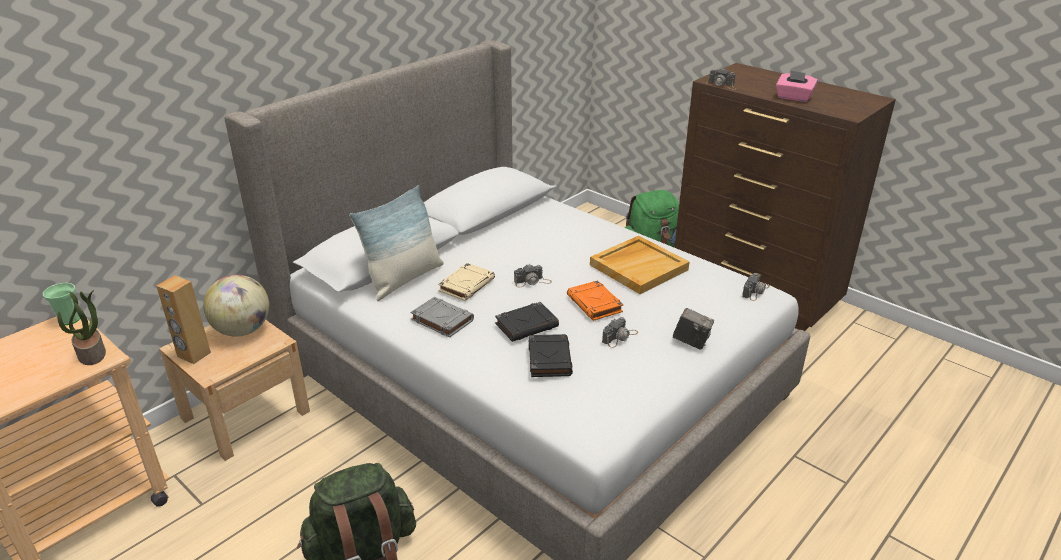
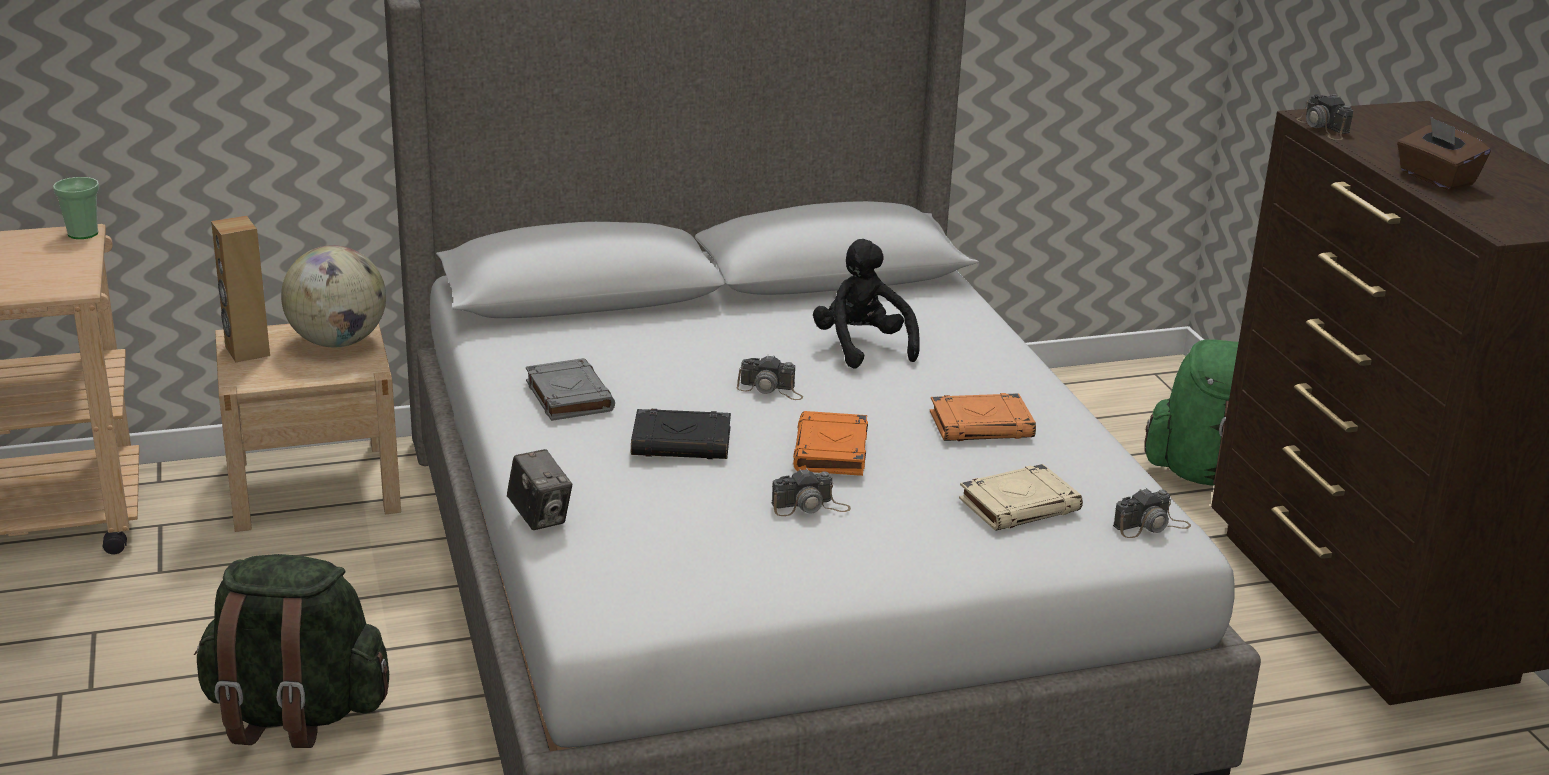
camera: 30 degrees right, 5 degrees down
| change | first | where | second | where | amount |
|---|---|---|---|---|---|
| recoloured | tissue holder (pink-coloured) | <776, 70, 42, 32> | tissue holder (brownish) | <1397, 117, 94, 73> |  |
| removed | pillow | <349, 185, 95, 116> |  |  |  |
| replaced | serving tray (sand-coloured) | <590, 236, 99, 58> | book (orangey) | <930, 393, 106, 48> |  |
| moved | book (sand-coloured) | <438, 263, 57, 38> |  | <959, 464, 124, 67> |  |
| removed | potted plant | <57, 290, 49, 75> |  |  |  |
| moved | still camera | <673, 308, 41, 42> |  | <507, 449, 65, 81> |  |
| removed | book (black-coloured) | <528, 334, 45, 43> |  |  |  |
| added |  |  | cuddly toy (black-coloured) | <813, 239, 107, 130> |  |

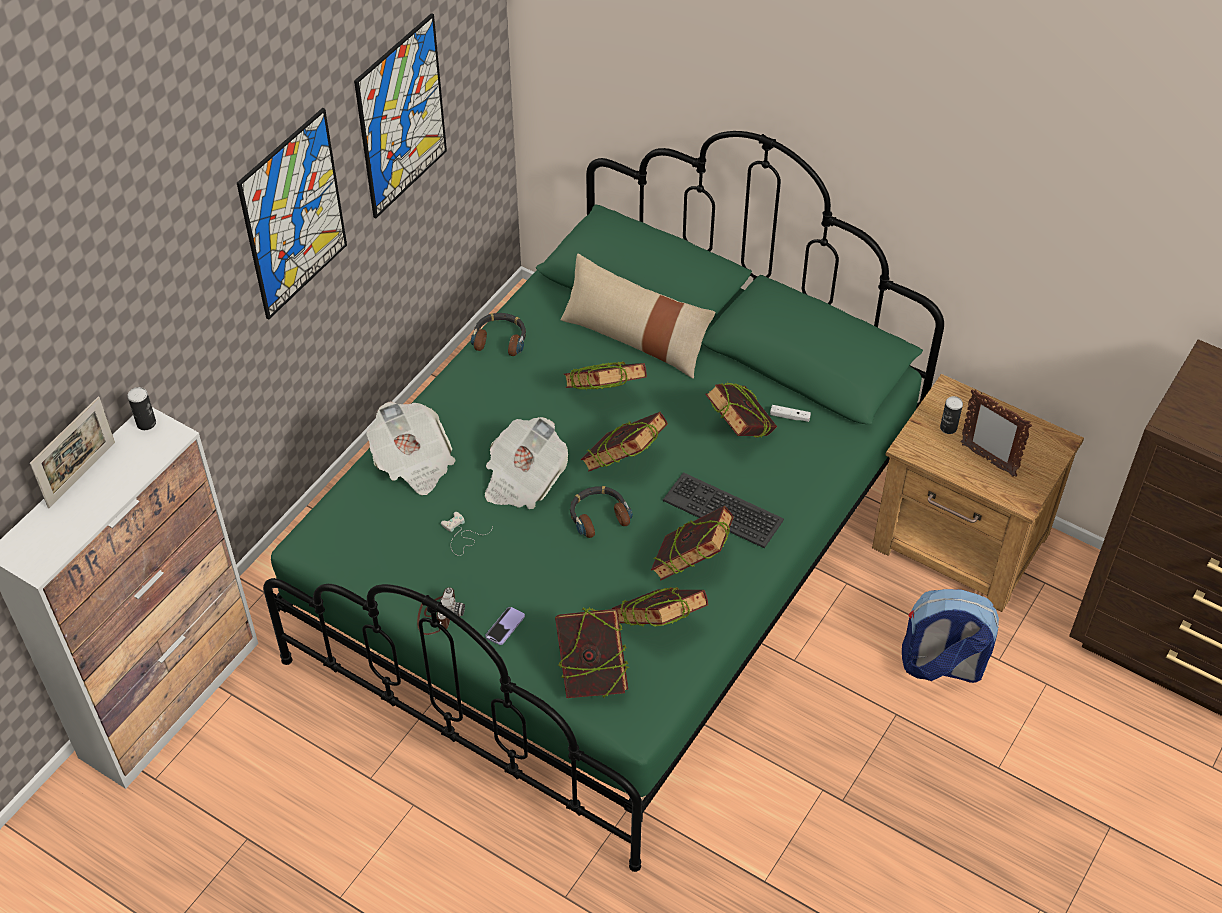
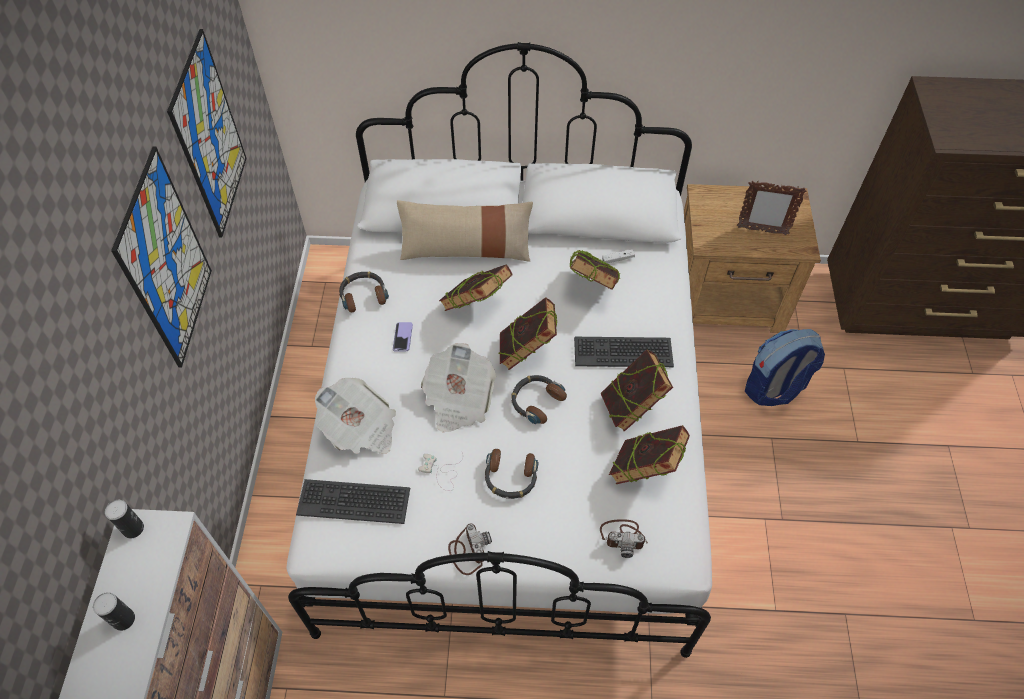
camera: 30 degrees left, 5 degrees up
| change | first | where | second | where | amount |
|---|---|---|---|---|---|
| recoloured | sleeping bed (green) | <263, 131, 681, 741> | sleeping bed (whitish) | <287, 42, 425, 616> |  |
| removed | standing frame | <30, 396, 85, 112> |  |  |  |
| moved | can | <940, 396, 23, 38> |  | <93, 592, 42, 39> |  |
| moved | telephone | <485, 607, 40, 38> |  | <393, 322, 20, 30> |  |
| replaced | book | <555, 607, 74, 92> | still camera | <600, 519, 48, 39> |  |
| added |  |  | headset | <485, 449, 54, 50> |  |
| added |  |  | keyboard | <296, 479, 114, 45> |  |

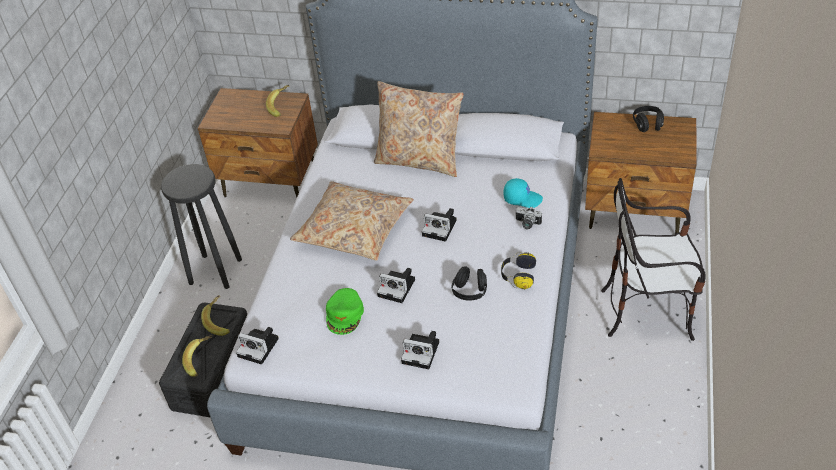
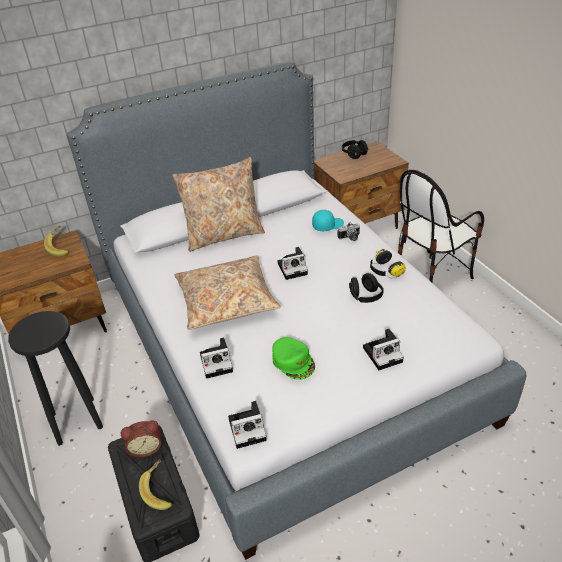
camera: 40 degrees left, 5 degrees down
| change | first | where | second | where | amount |
|---|---|---|---|---|---|
| moved | still camera | <377, 268, 38, 35> |  | <200, 337, 33, 42> |  |
| replaced | whole banana | <201, 295, 29, 41> | table clock | <120, 420, 42, 37> |  |

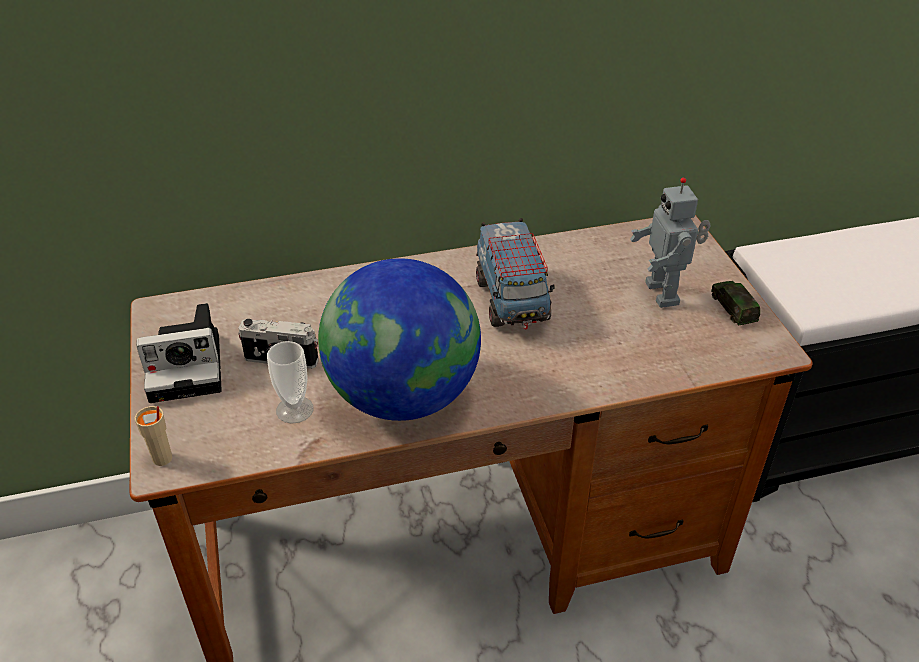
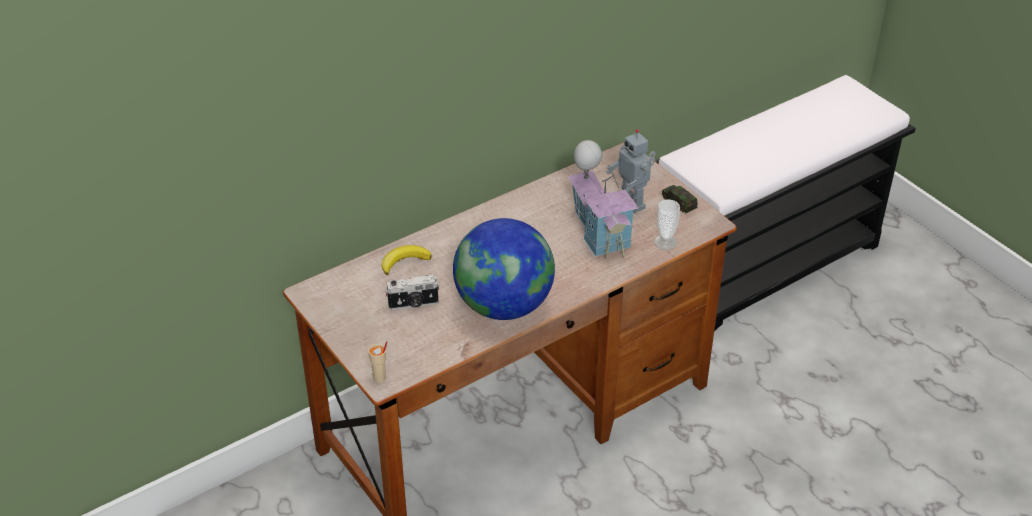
camera: 20 degrees left, 0 degrees up
| change | first | where | second | where | amount |
|---|---|---|---|---|---|
| removed | model truck | <476, 218, 79, 111> |  |  |  |
| removed | still camera | <136, 303, 86, 100> |  |  |  |
| moved | drinking cup | <267, 341, 46, 83> |  | <654, 199, 26, 51> |  |
| added |  |  | model house | <568, 140, 70, 119> |  |
| added |  |  | whole banana | <382, 245, 50, 30> |  |

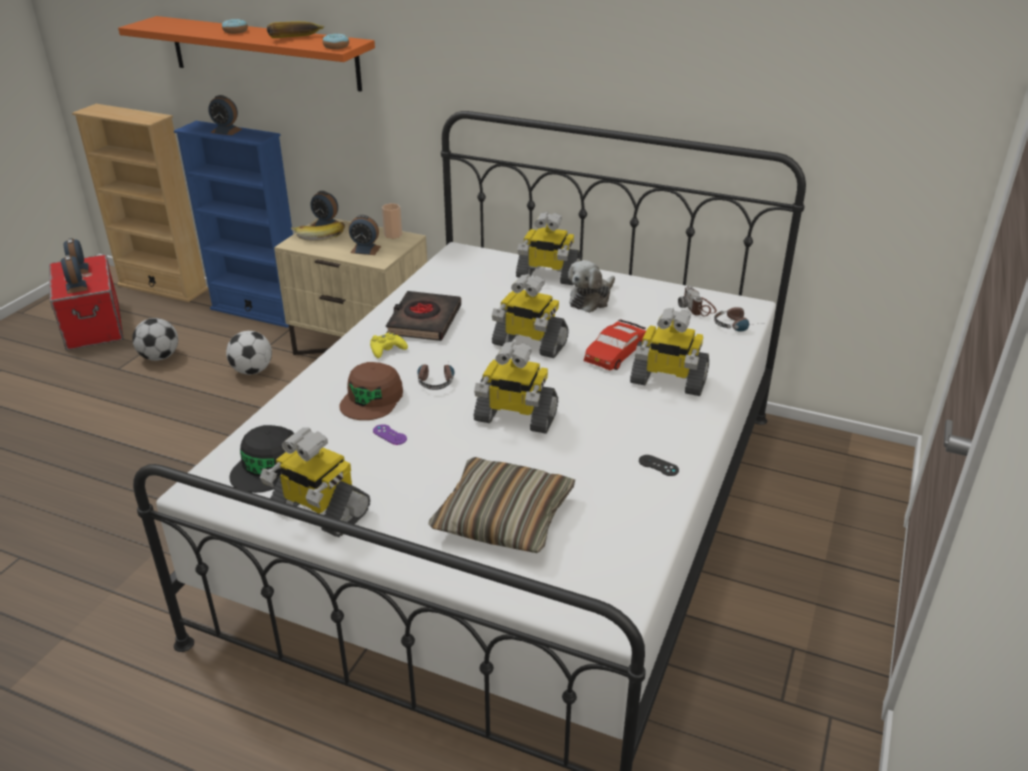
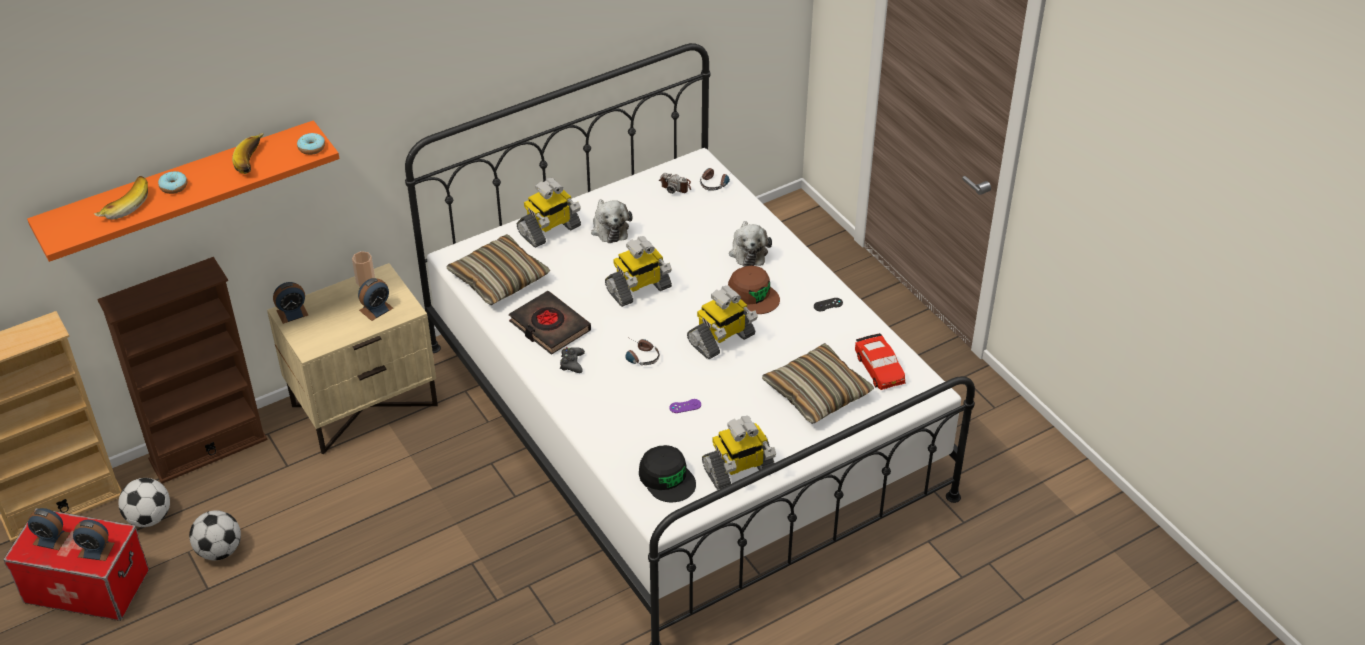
camera: 55 degrees left, 10 degrees up
| change | first | where | second | where | amount |
|---|---|---|---|---|---|
| removed | table clock | <208, 95, 34, 40> |  |  |  |
| recoloured | bookcase (blue-coloured) | <174, 121, 119, 207> | bookcase (brownish) | <97, 257, 170, 227> |  |
| moved | whole banana | <291, 222, 54, 19> |  | <93, 176, 55, 44> |  |
| replaced | toy robot | <630, 308, 79, 88> | cuddly toy | <729, 221, 43, 46> |  |
| moved | model car (red-coloured) | <584, 319, 62, 51> |  | <855, 333, 50, 57> |  |
| moved | ball for football | <226, 331, 46, 44> |  | <118, 478, 52, 49> |  |
| recoloured | game controller (yellow) | <370, 332, 38, 26> | game controller (black-coloured) | <560, 347, 25, 26> |  |
| moved | cap (brownish) | <339, 362, 64, 58> |  | <728, 266, 52, 48> |  |
| added |  |  | pillow | <447, 234, 103, 71> |  |

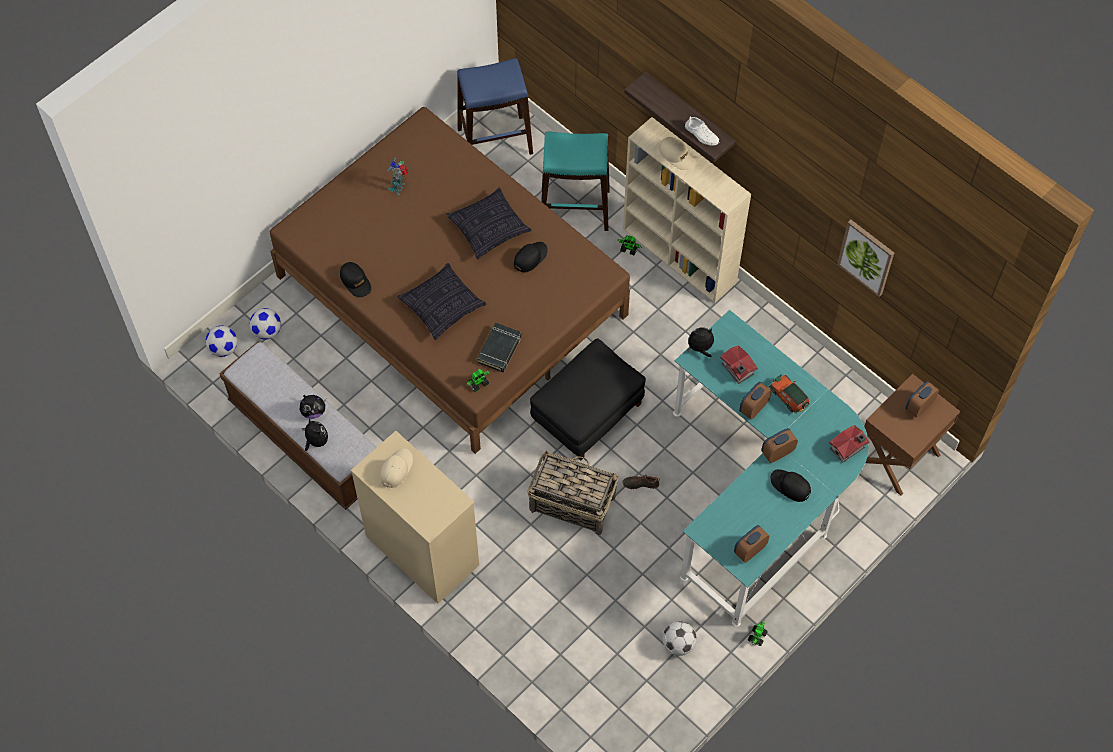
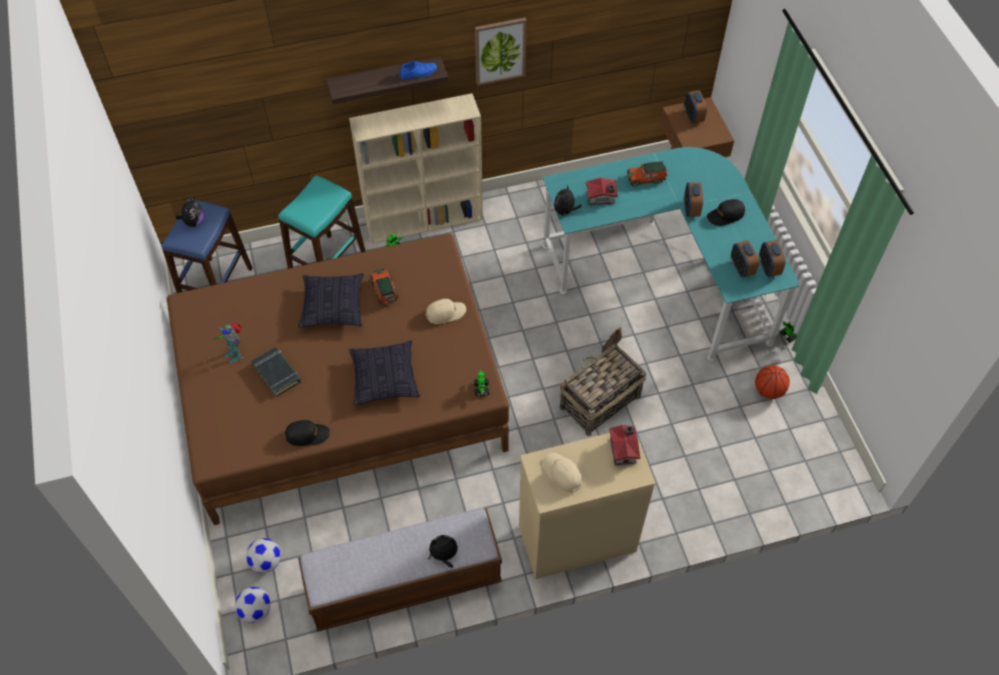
camera: 60 degrees left, 5 degrees down
| change | first | where | second | where | amount |
|---|---|---|---|---|---|
| recoloured | item of footwear (whitish) | <685, 117, 35, 29> | item of footwear (blue-coloured) | <399, 61, 38, 19> |  |
| moved | cap (sand-coloured) | <659, 137, 37, 33> |  | <425, 299, 41, 25> |  |
| moved | wall art | <837, 220, 57, 77> |  | <475, 18, 52, 68> |  |
| replaced | cap (black-coloured) | <514, 242, 34, 31> | model car | <370, 268, 28, 37> |  |
| moved | book (black-coloured) | <477, 322, 45, 50> |  | <251, 347, 50, 50> |  |
| removed | ottoman (black-coloured) | <530, 339, 116, 121> |  |  |  |
| moved | table clock | <739, 382, 33, 38> |  | <731, 240, 28, 37> |  |
| moved | cuddly toy | <300, 395, 26, 24> |  | <176, 196, 28, 31> |  |
| moved | model house | <829, 425, 40, 38> |  | <609, 425, 31, 40> |  |
| replaced | ball for football | <662, 621, 35, 35> | ball for basketball | <755, 365, 35, 34> |  |

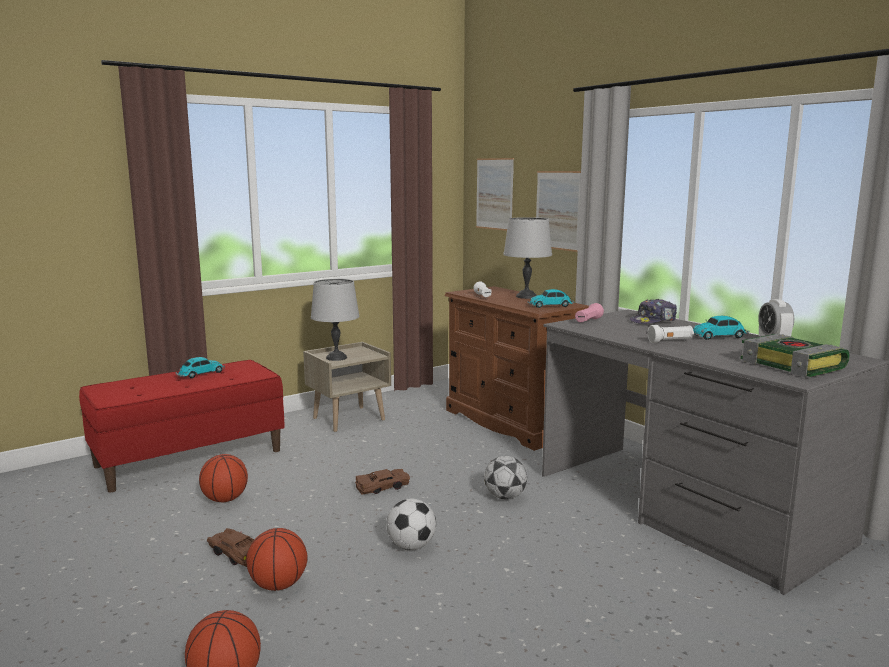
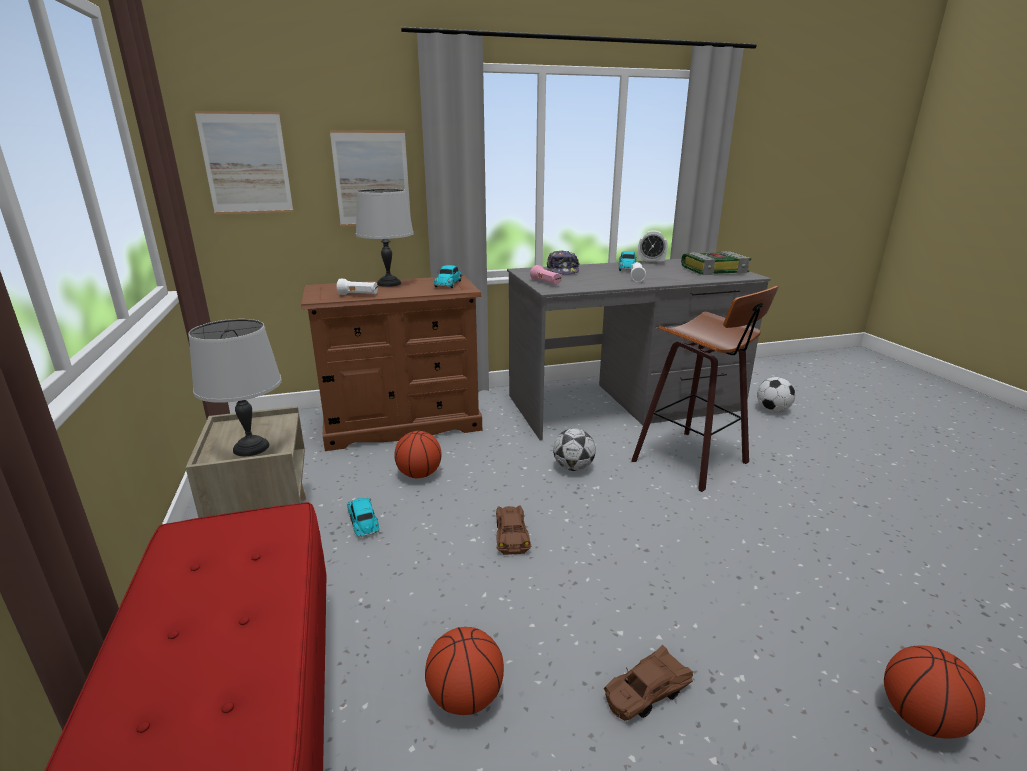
camera: 70 degrees left, 10 degrees up
| change | first | where | second | where | amount |
|---|---|---|---|---|---|
| moved | model car | <176, 357, 49, 21> |  | <347, 497, 33, 40> |  |
| moved | ball for football | <386, 499, 50, 51> |  | <757, 377, 38, 35> |  |
| moved | ball for basketball | <246, 528, 62, 63> |  | <394, 431, 48, 47> |  |
| added |  |  | sitting stool | <631, 286, 148, 206> |  |

